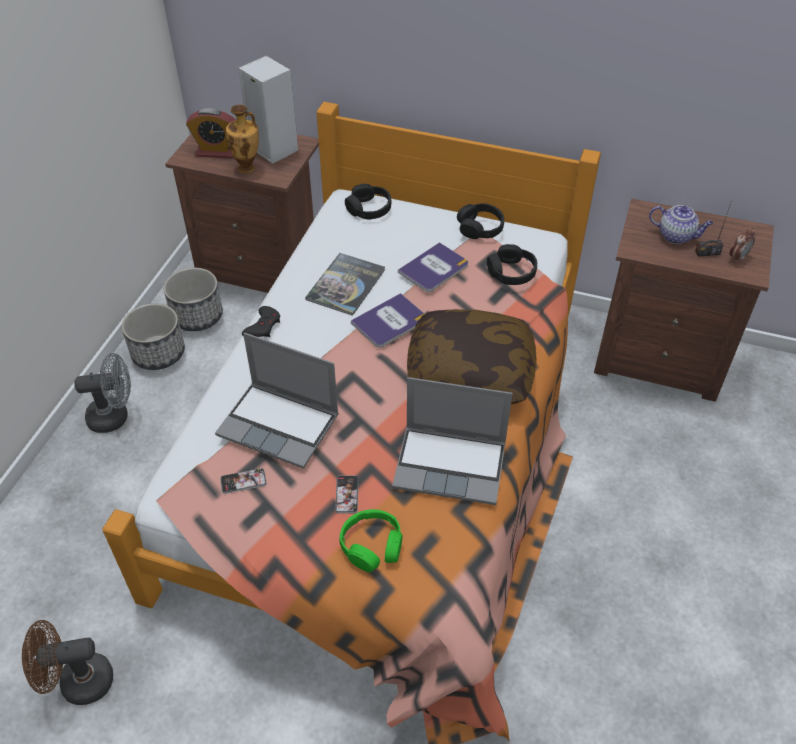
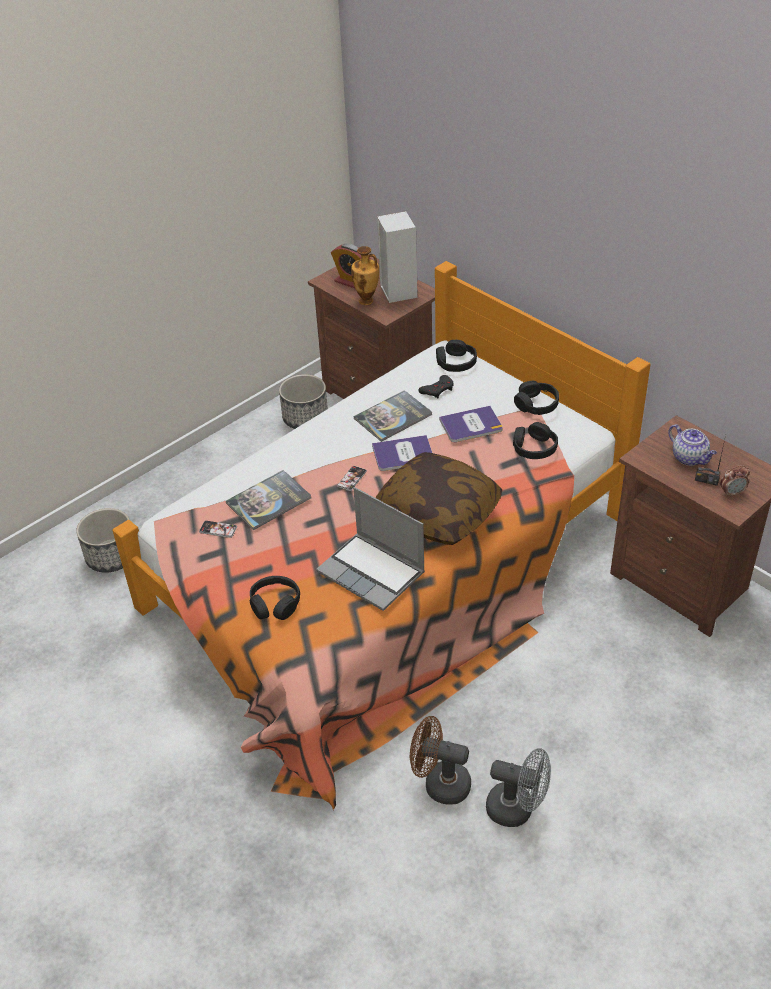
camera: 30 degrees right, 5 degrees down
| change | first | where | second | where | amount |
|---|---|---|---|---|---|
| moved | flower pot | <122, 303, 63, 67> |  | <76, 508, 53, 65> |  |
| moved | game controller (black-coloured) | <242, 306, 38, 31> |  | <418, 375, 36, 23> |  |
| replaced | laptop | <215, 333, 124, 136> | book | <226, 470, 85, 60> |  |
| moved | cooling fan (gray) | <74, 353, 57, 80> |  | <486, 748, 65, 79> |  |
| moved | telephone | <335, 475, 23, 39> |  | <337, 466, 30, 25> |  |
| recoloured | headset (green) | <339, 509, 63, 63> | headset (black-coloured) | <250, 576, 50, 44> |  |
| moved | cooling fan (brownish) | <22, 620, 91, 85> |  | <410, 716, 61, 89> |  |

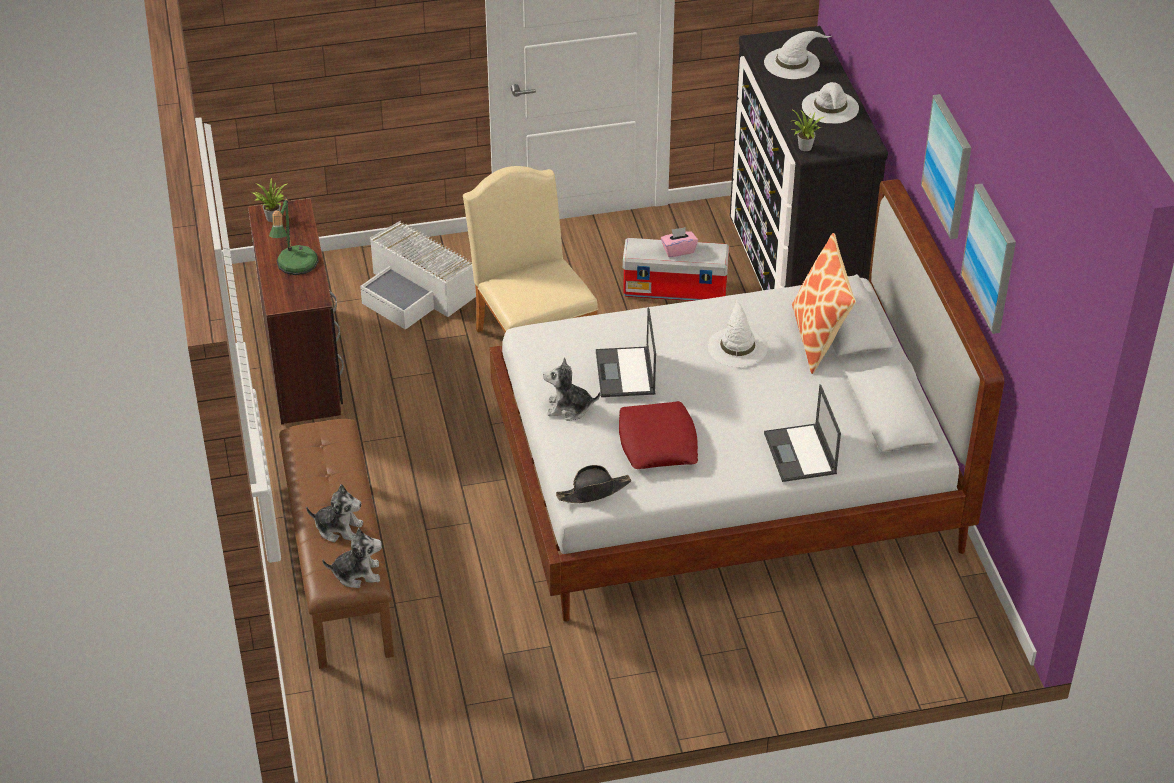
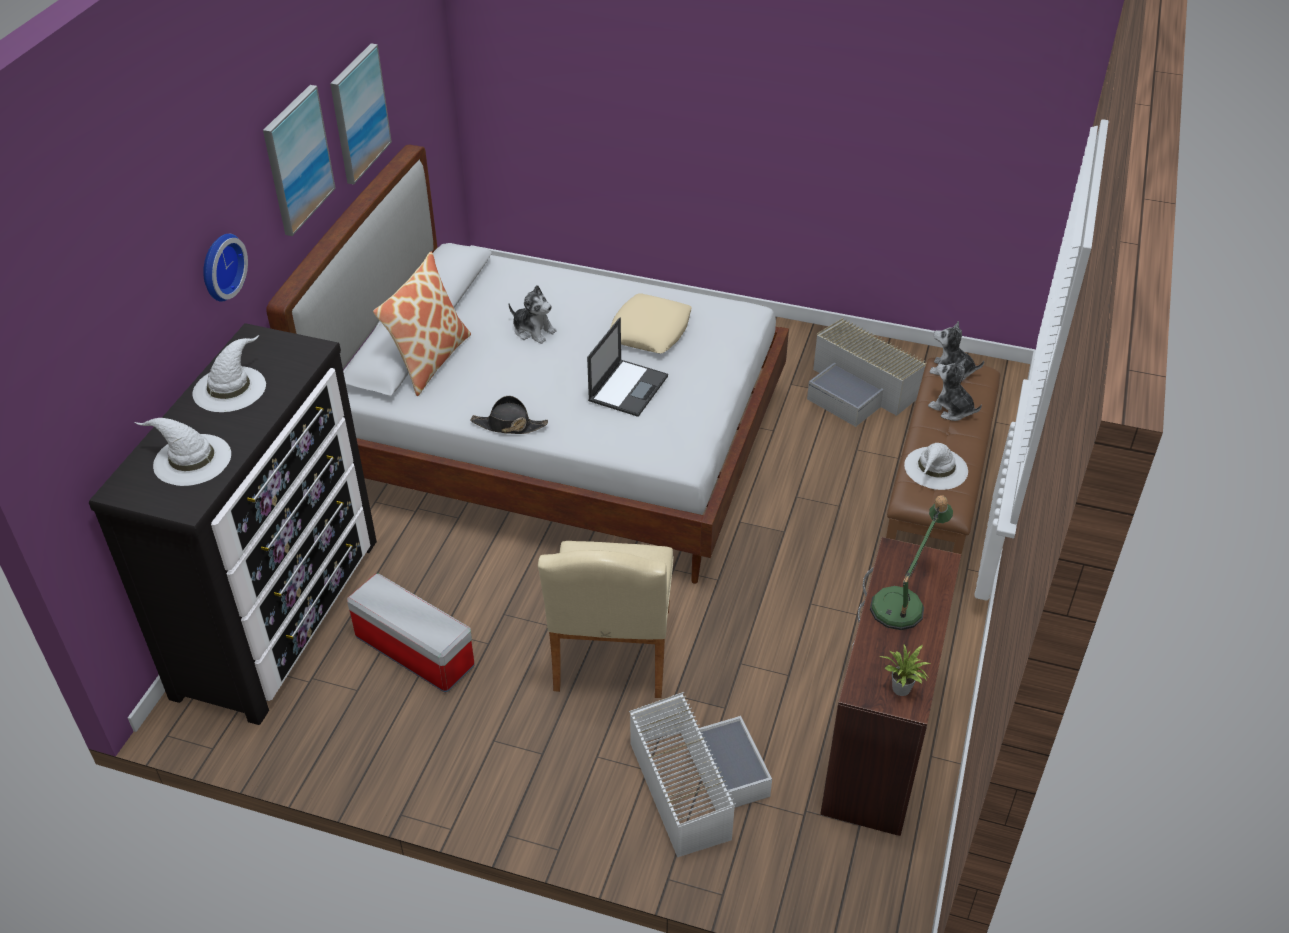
camera: 150 degrees left, 0 degrees up
| change | first | where | second | where | amount |
|---|---|---|---|---|---|
| removed | potted plant | <791, 109, 33, 42> |  |  |  |
| removed | tissue holder (pink-coloured) | <661, 227, 37, 30> |  |  |  |
| moved | wearable hat (whitish) | <708, 297, 60, 70> |  | <904, 443, 64, 47> |  |
| moved | cuddly toy | <543, 357, 57, 64> |  | <509, 285, 47, 59> |  |
| removed | laptop | <764, 384, 77, 98> |  |  |  |
| recoloured | pillow (red-coloured) | <619, 401, 79, 68> | pillow (sand-coloured) | <610, 293, 82, 61> |  |
| moved | wearable hat (black-coloured) | <556, 465, 75, 38> |  | <471, 396, 77, 38> |  |
| added |  |  | clock on the wall | <203, 234, 45, 68> |  |
| added |  |  | storage container (gray) | <807, 318, 119, 109> |  |

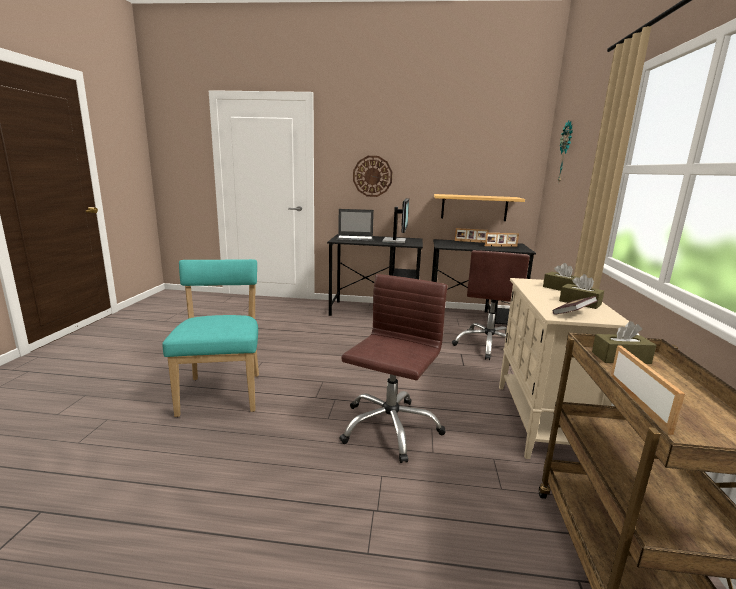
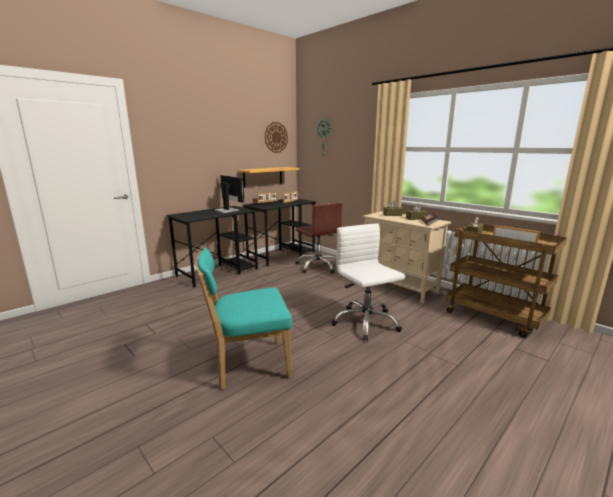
camera: 50 degrees left, 0 degrees up
| change | first | where | second | where | amount |
|---|---|---|---|---|---|
| moved | clock on the wall | <353, 156, 39, 41> |  | <265, 122, 23, 31> |  |
| removed | laptop | <337, 209, 37, 34> |  |  |  |
| turned | upright chair (turquoise-coloured) | <162, 259, 97, 158> |  | <195, 248, 97, 141> | 45 degrees counterclockwise |
| recoloured | desk chair (brownish) | <339, 274, 109, 189> | desk chair (whitish) | <331, 223, 74, 118> |  |

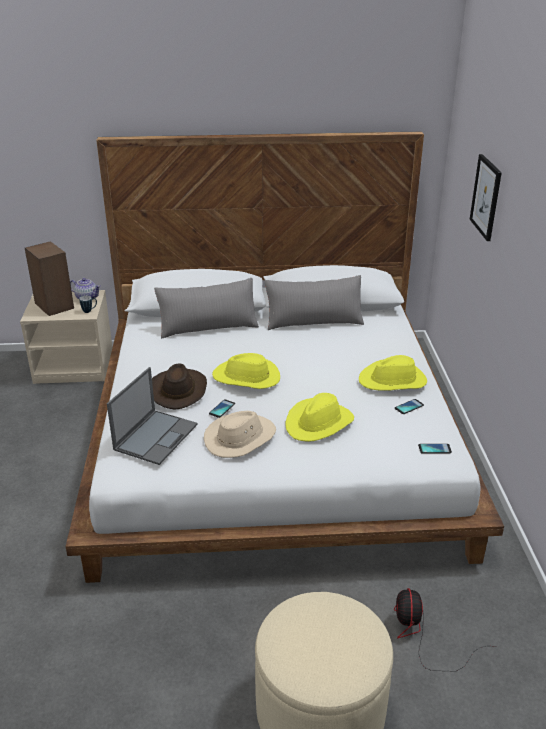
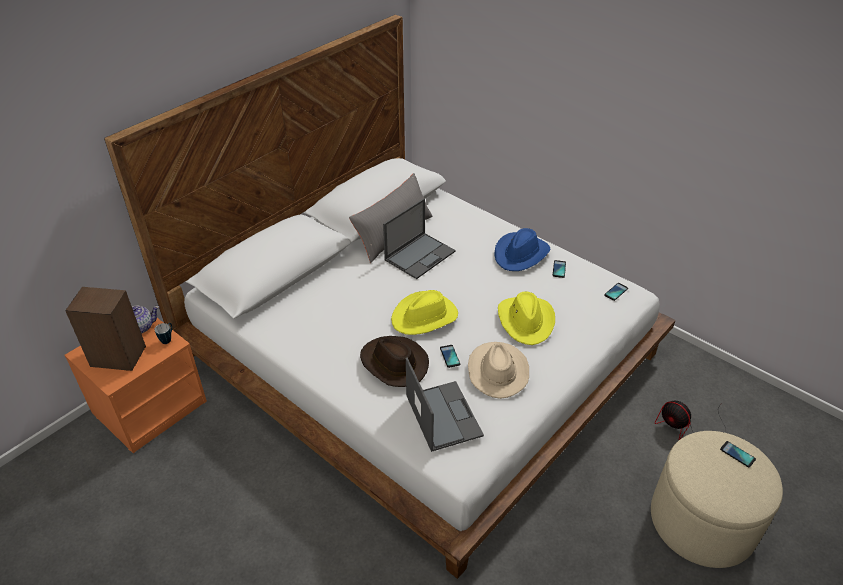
camera: 45 degrees left, 10 degrees up
| change | first | where | second | where | amount |
|---|---|---|---|---|---|
| removed | wall art | <470, 154, 32, 87> |  |  |  |
| removed | pillow (gray) | <154, 278, 105, 61> |  |  |  |
| recoloured | nightstand (sand-coloured) | <20, 290, 93, 94> | nightstand (orangey) | <65, 318, 142, 135> |  |
| recoloured | wearable hat (yellow) | <359, 355, 68, 36> | wearable hat (blue-coloured) | <495, 228, 55, 43> |  |
| added |  |  | laptop | <383, 198, 73, 81> |  |
| added |  |  | telephone | <720, 441, 36, 26> |  |

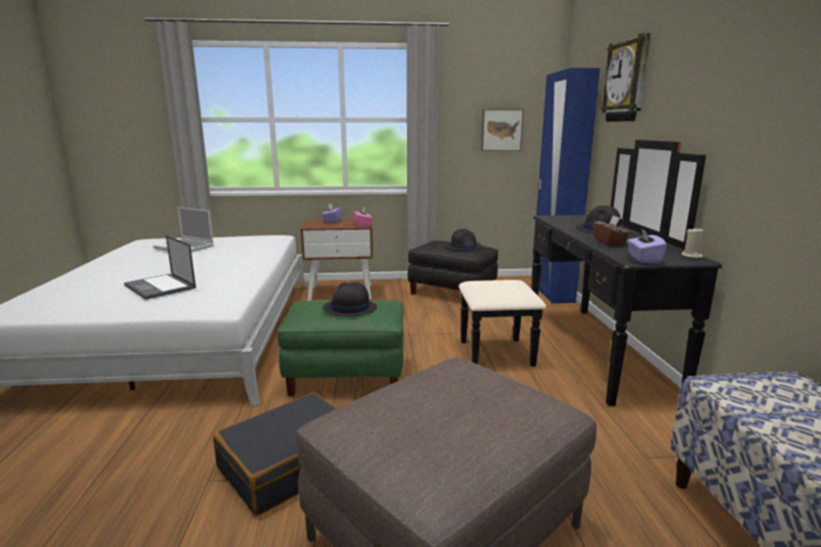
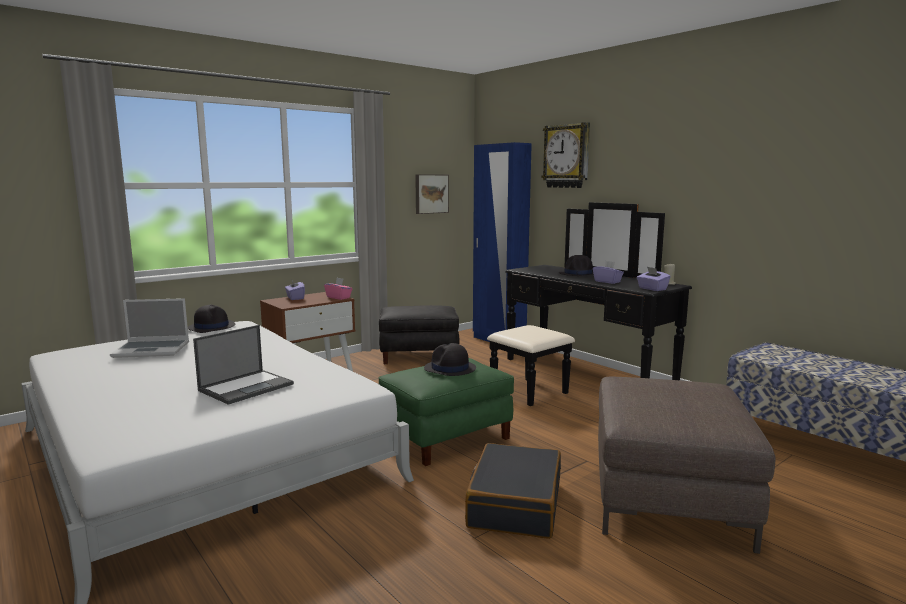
camera: 35 degrees left, 5 degrees down
| change | first | where | second | where | amount |
|---|---|---|---|---|---|
| recoloured | tissue holder (brownish) | <593, 215, 37, 31> | tissue holder (purple-coloured) | <593, 261, 31, 23> |  |
| moved | wearable hat (black-coloured) | <446, 229, 36, 21> |  | <188, 305, 47, 28> |  |
| turned | laptop | <124, 235, 72, 65> |  | <193, 325, 101, 80> | 60 degrees counterclockwise |

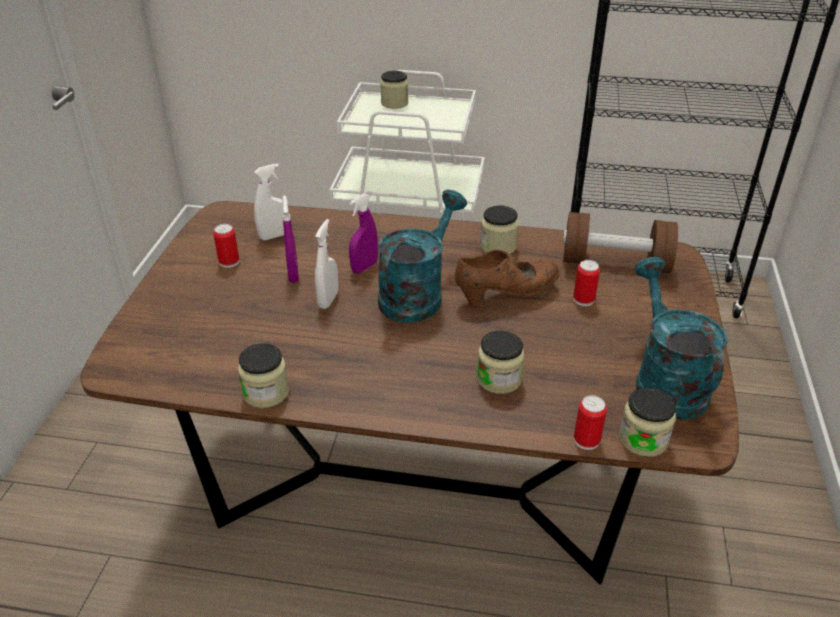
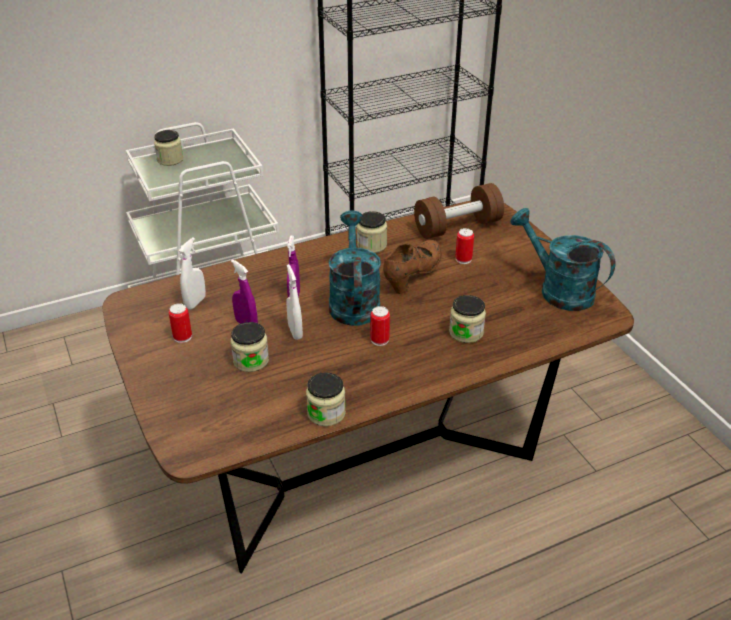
camera: 35 degrees left, 0 degrees up
| change | first | where | second | where | amount |
|---|---|---|---|---|---|
| moved | jar | <619, 388, 57, 69> |  | <231, 322, 38, 50> |  |
| moved | can | <574, 395, 33, 55> |  | <370, 306, 20, 40> |  |

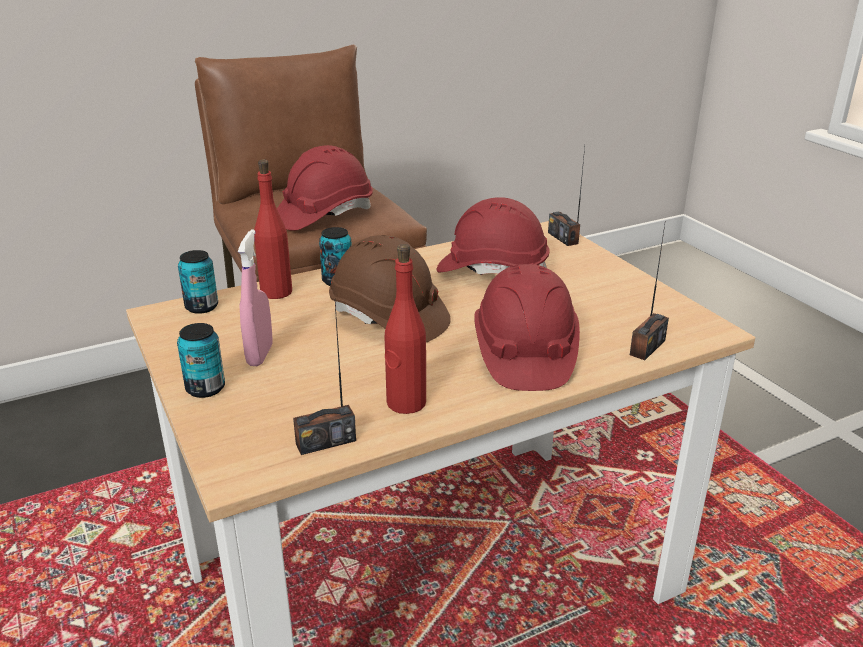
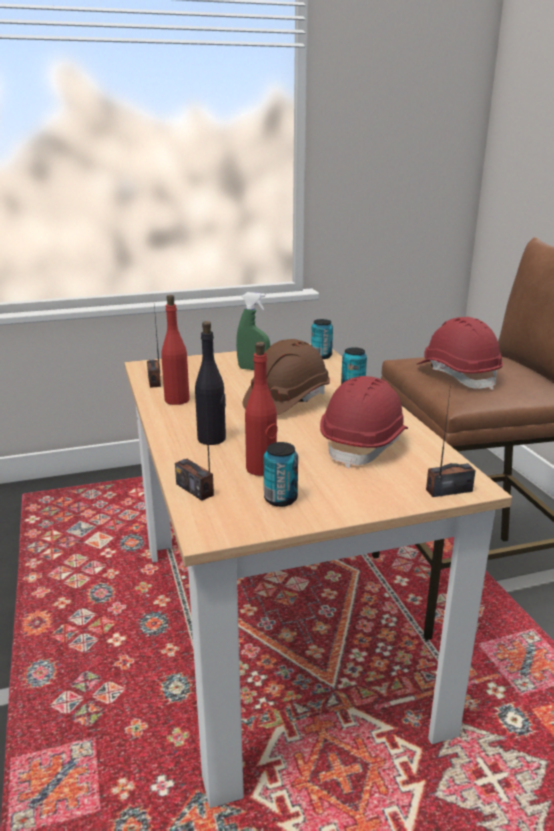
camera: 100 degrees right, 5 degrees down
| change | first | where | second | where | amount |
|---|---|---|---|---|---|
| moved | drink bottle (red-coloured) | <254, 159, 38, 140> |  | <245, 342, 33, 134> |  |
| recoloured | sprayer (pink-coloured) | <238, 229, 35, 137> | sprayer (green) | <236, 292, 34, 78> |  |
| replaced | hard hat (red-coloured) | <474, 264, 106, 127> | drink bottle (black-coloured) | <195, 321, 31, 124> |  |
| moved | can | <177, 323, 48, 75> |  | <264, 442, 34, 65> |  |

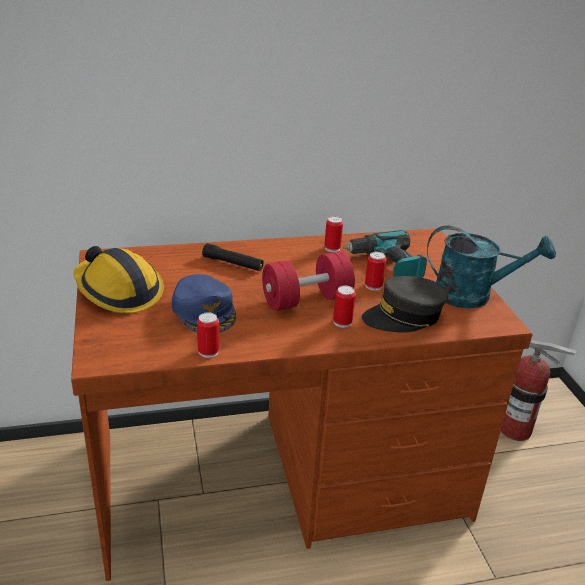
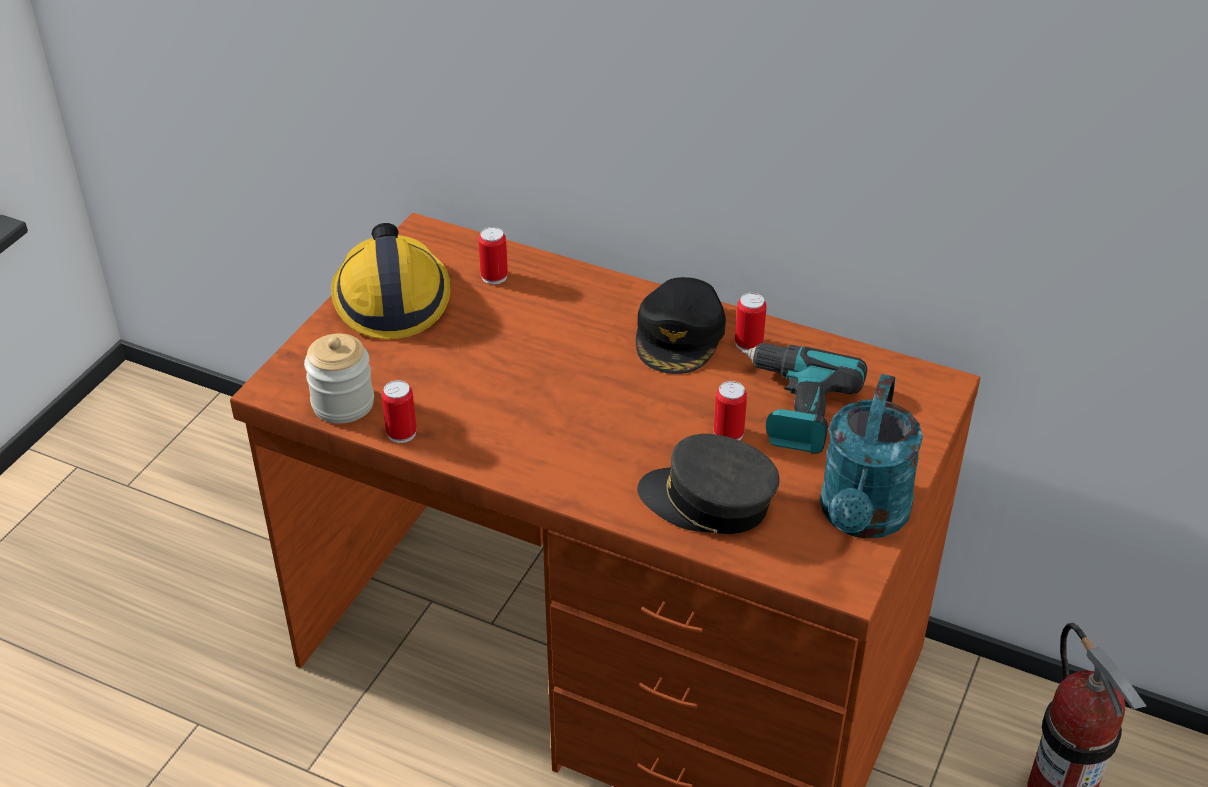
camera: 40 degrees right, 10 degrees up
| change | first | where | second | where | amount |
|---|---|---|---|---|---|
| turned | watering pot (turquoise-coloured) | <427, 225, 129, 83> |  | <820, 374, 103, 164> | 60 degrees clockwise |
| removed | torch (black-coloured) | <202, 243, 62, 28> |  |  |  |
| removed | hand weight (red-coloured) | <262, 251, 93, 60> |  |  |  |
| removed | cap (blue-coloured) | <172, 274, 64, 59> |  |  |  |
| moved | can | <333, 285, 23, 43> |  | <478, 227, 30, 57> |  |
| added |  |  | cap (black-coloured) | <636, 277, 90, 97> |  |
| added |  |  | jar | <304, 334, 70, 90> |  |

